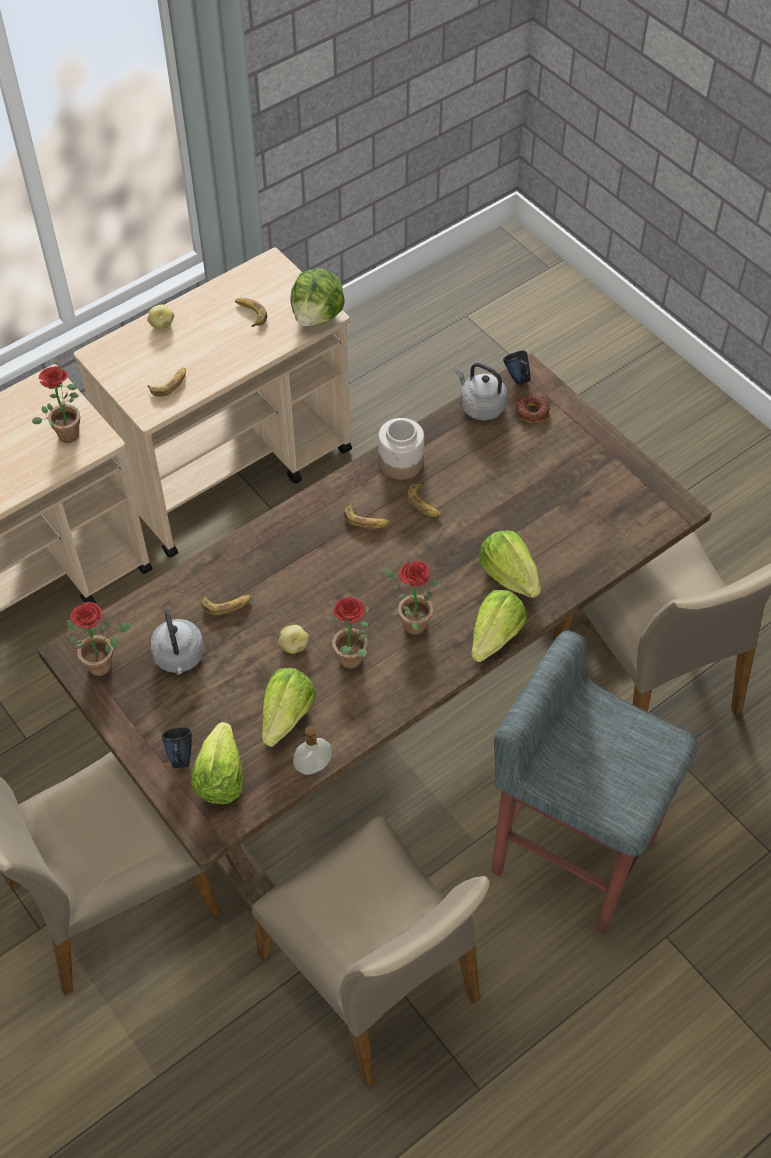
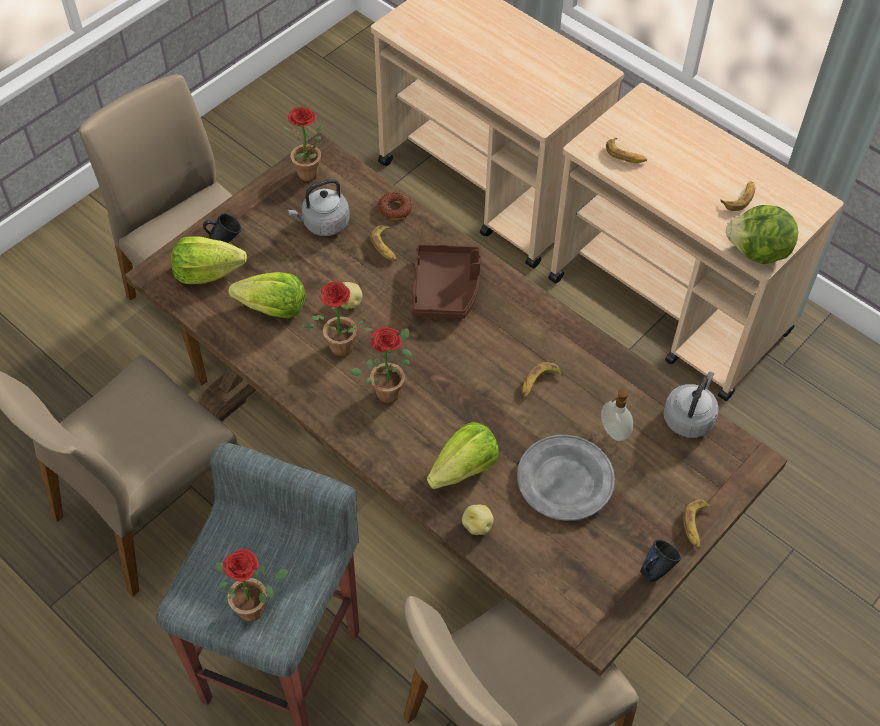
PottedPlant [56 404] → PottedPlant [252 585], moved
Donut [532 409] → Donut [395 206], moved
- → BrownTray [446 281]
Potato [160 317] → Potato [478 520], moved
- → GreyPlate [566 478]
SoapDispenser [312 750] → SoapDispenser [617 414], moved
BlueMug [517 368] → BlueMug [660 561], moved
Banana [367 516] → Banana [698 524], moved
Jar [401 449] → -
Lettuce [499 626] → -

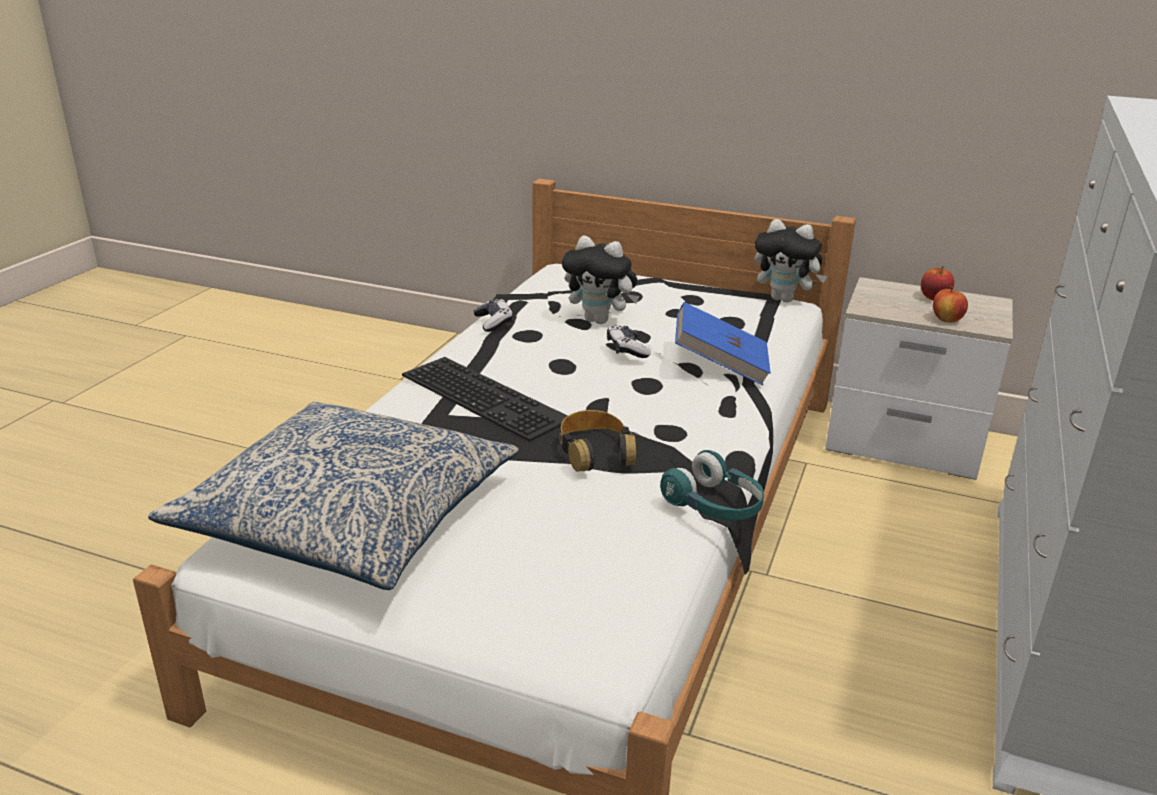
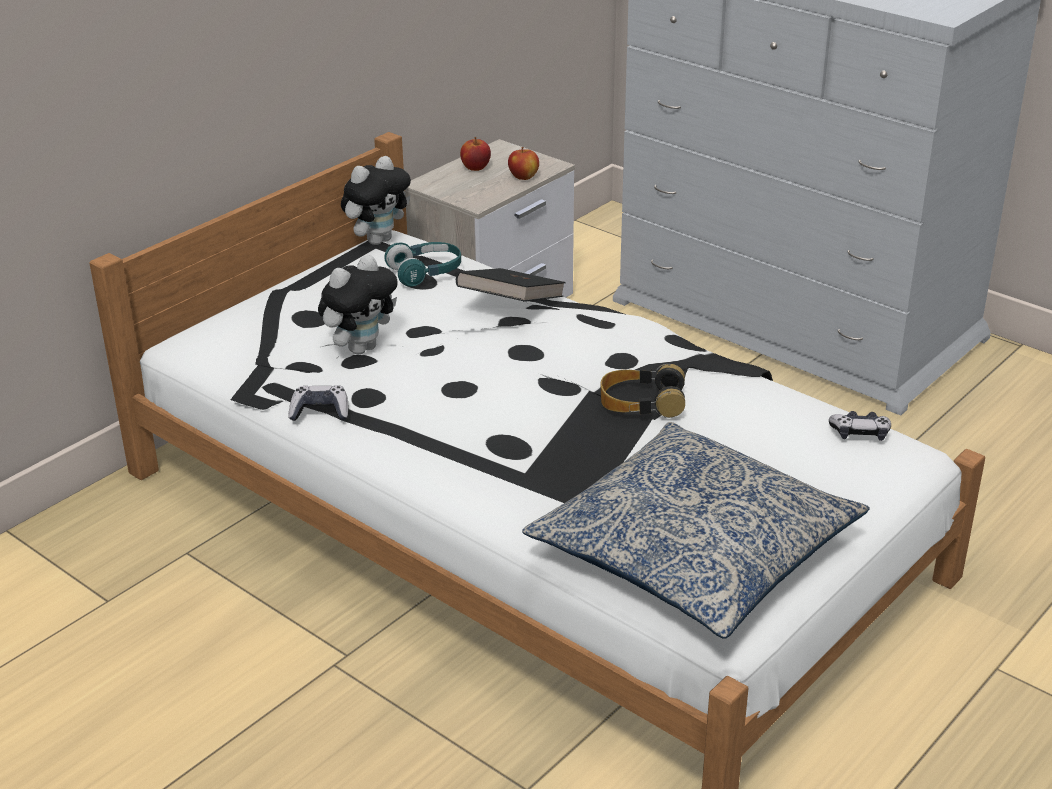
TurquoiseHeadphones [712 485] → TurquoiseHeadphones [423 264], moved
BlueBook [723 343] → BlackBook [511 285]
GameController [629 341] → GameController [860 426], moved
Keyboard [485 399] → -

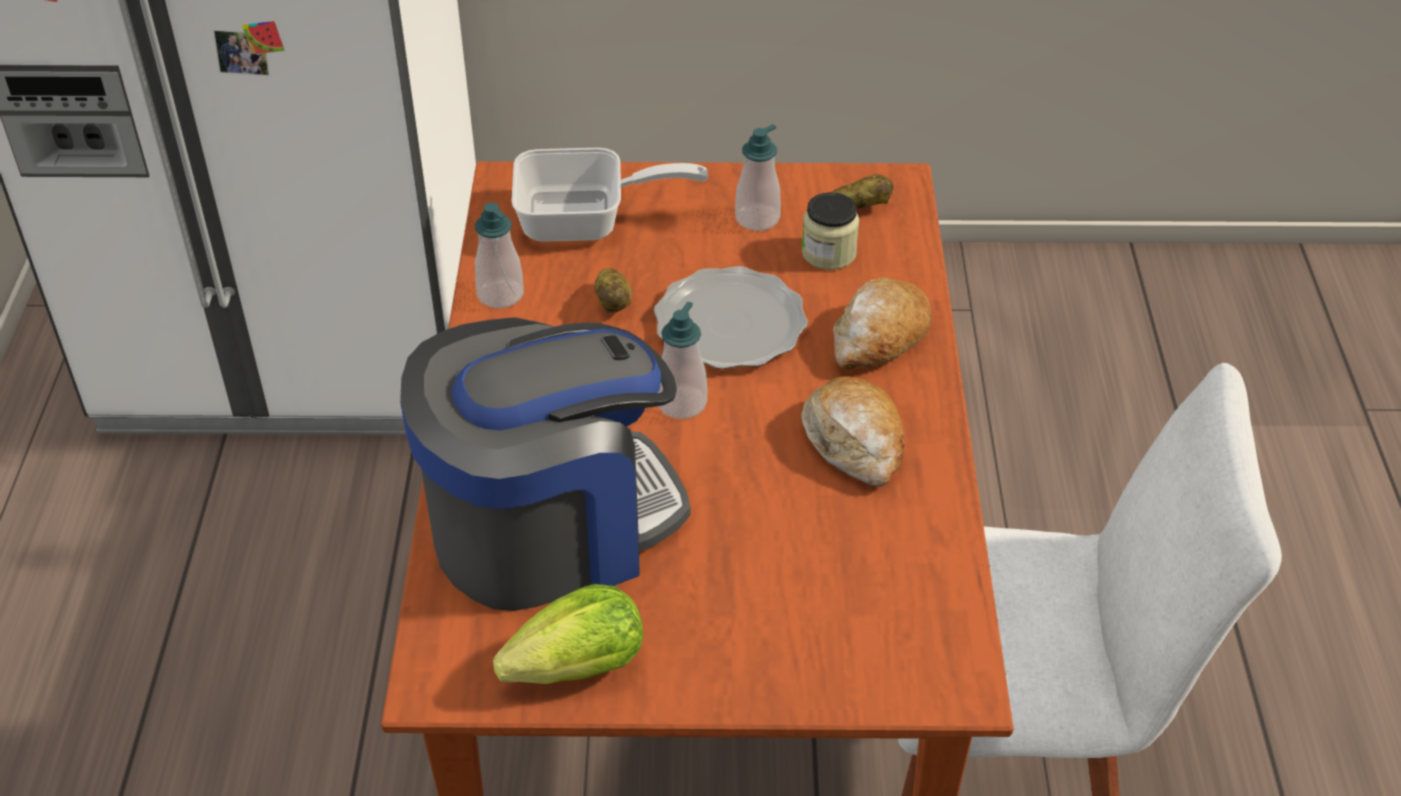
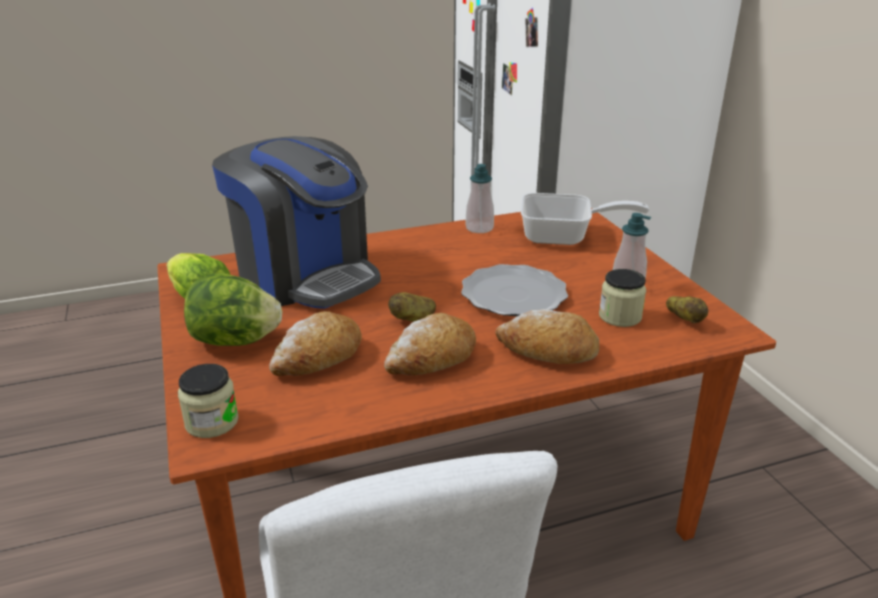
- → Jar [208 401]
- → Lettuce [233 309]
- → Bread [315 343]
Potato [613 290] → Potato [412 307], moved
FryingPan [609 195] → FryingPan [585 219], 60 degrees counterclockwise
SoapDispenser [682 360] → -

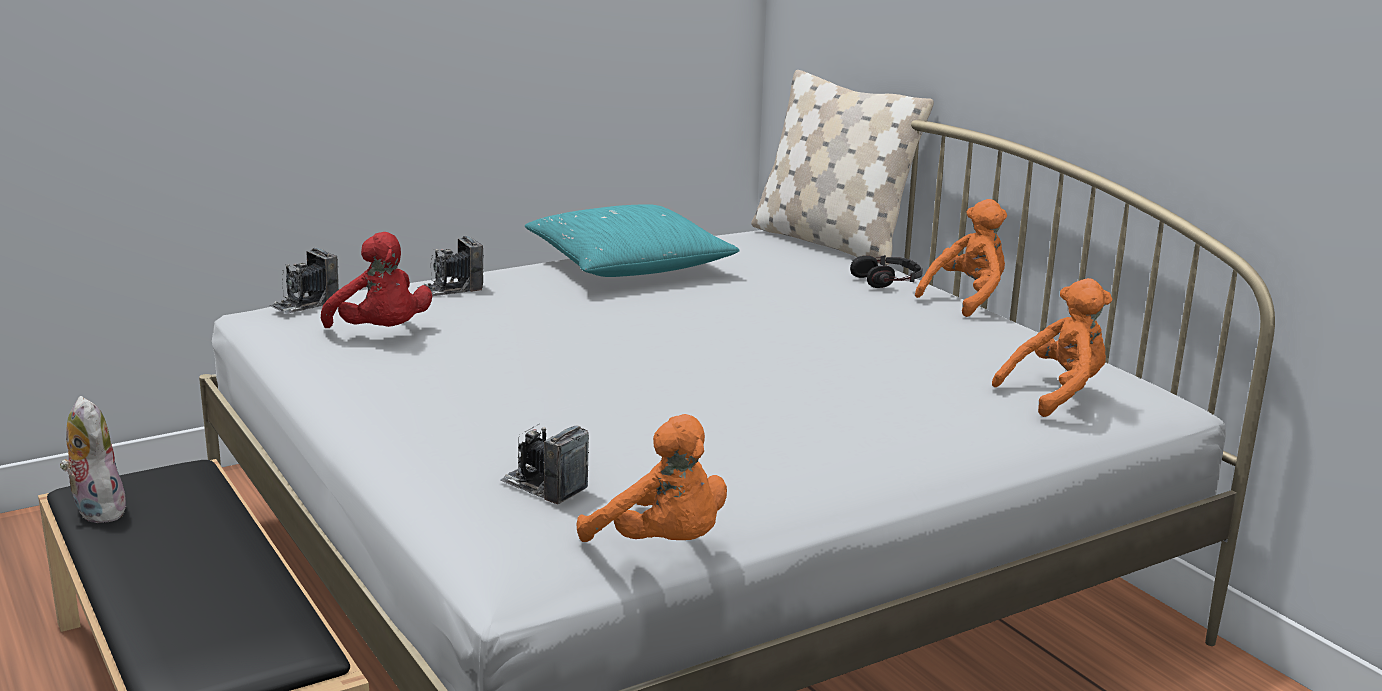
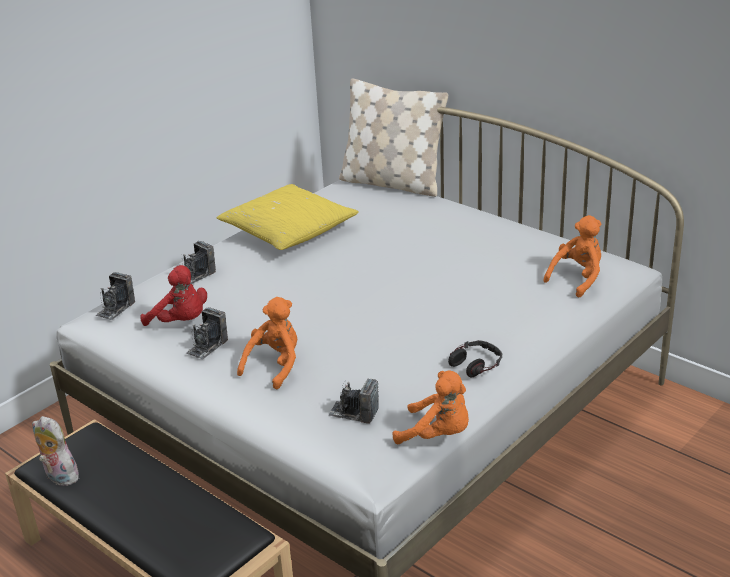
- → PhotoCamera [207 333]
TurquoisePillow [632 240] → YellowPillow [288 217]
OrangePlushToy [961 258] → OrangePlushToy [267 343], moved
Headphones [886 271] → Headphones [475 359], moved

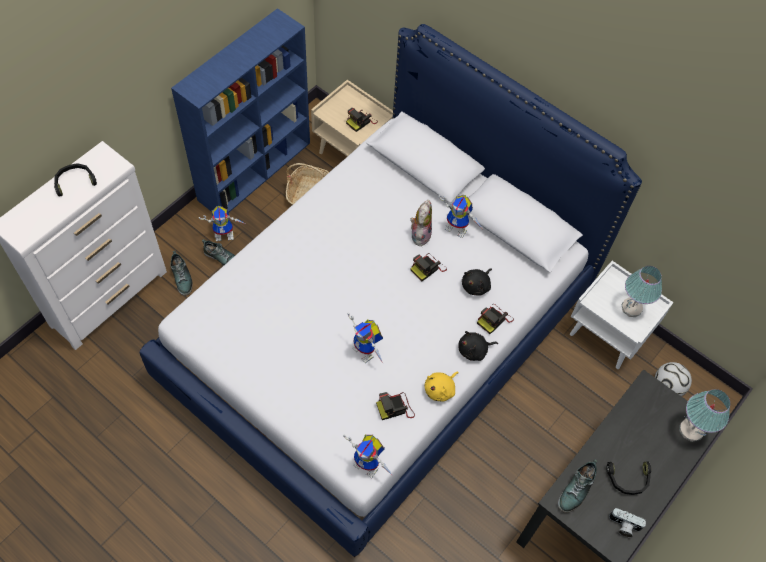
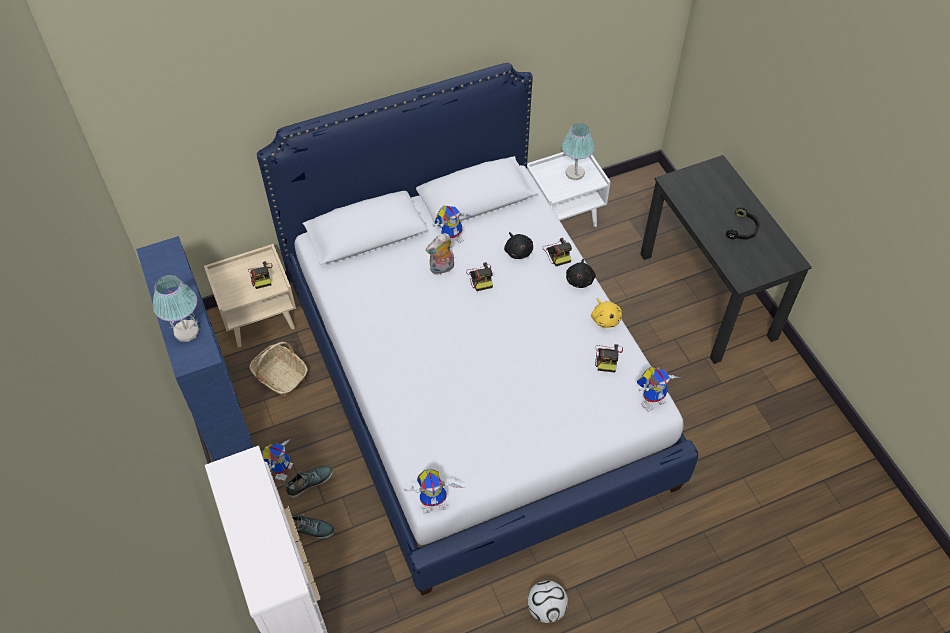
TableLamp [705 415] → TableLamp [176 308], moved
ToyRobot [365 337] → ToyRobot [434 491], moved
PlushToy [421 223] → PlushToy [440 254], 75 degrees counterclockwise
Football [673 379] → Football [547 601], moved
BlackHeadphones [75 180] → -
Shoe [578 486] → -
PhotoCamera [627 522] → -

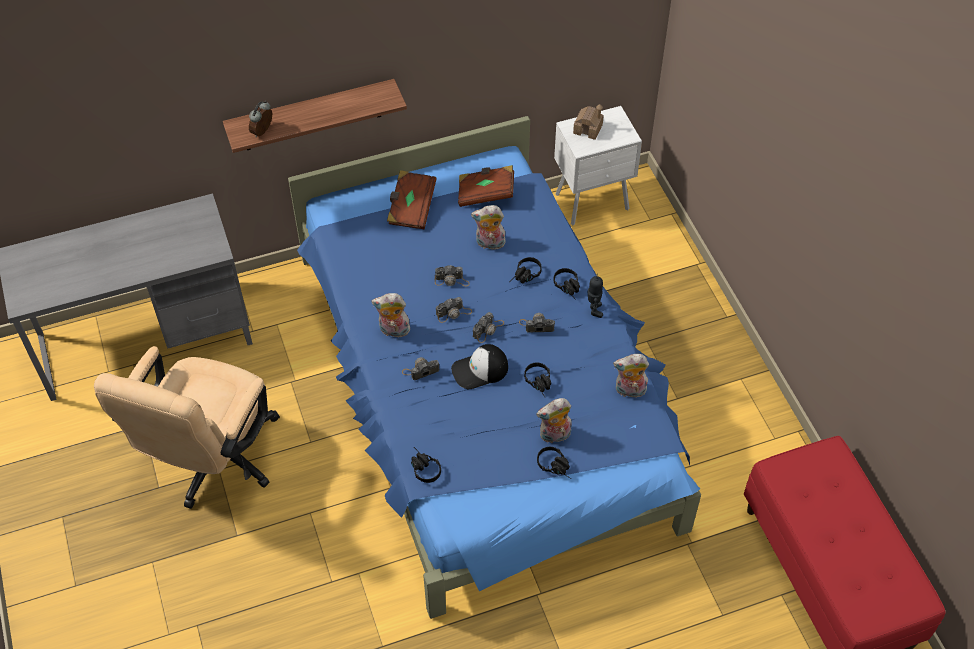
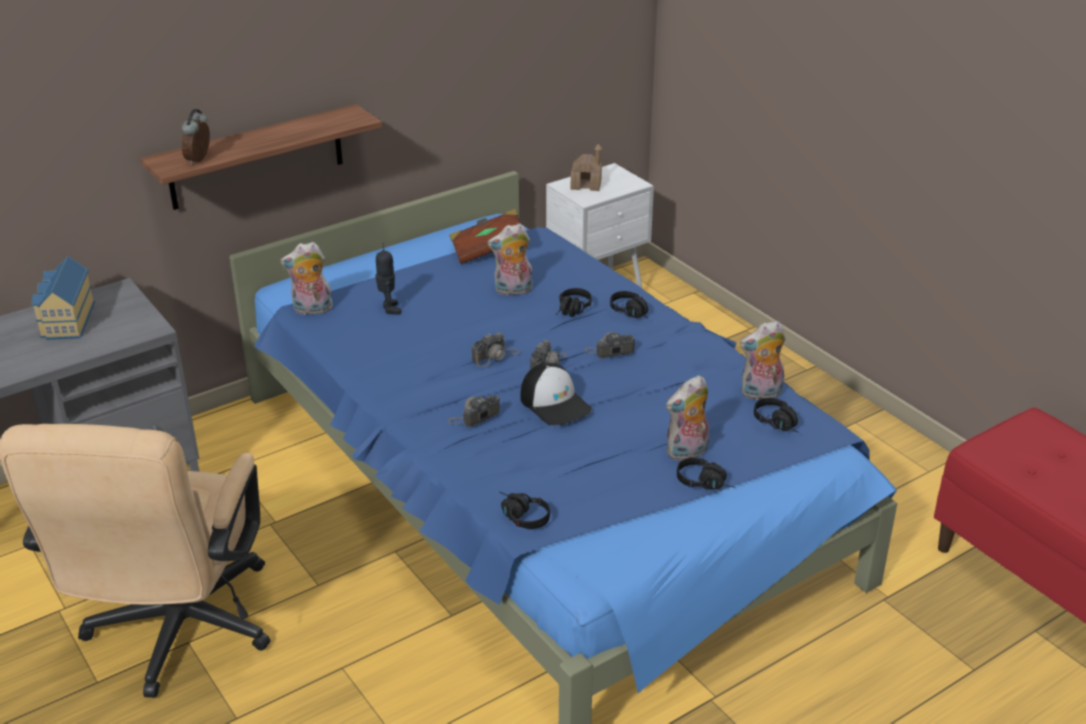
- → ToyHouse [63 298]
PlushToy [391 315] → PlushToy [306 278], moved
ToyRobot [595 296] → ToyRobot [388 279], moved
Cap [479 367] → Cap [556 394], 90 degrees counterclockwise
BlackHeadphones [537 380] → BlackHeadphones [776 415], moved
BrownBook [412 199] → -
PhotoCamera [452 276] → -

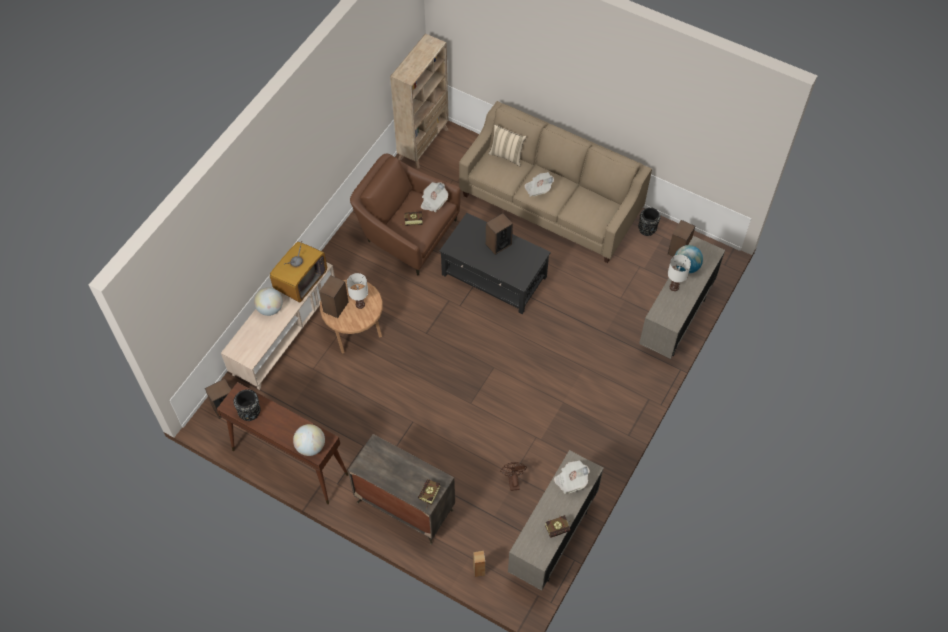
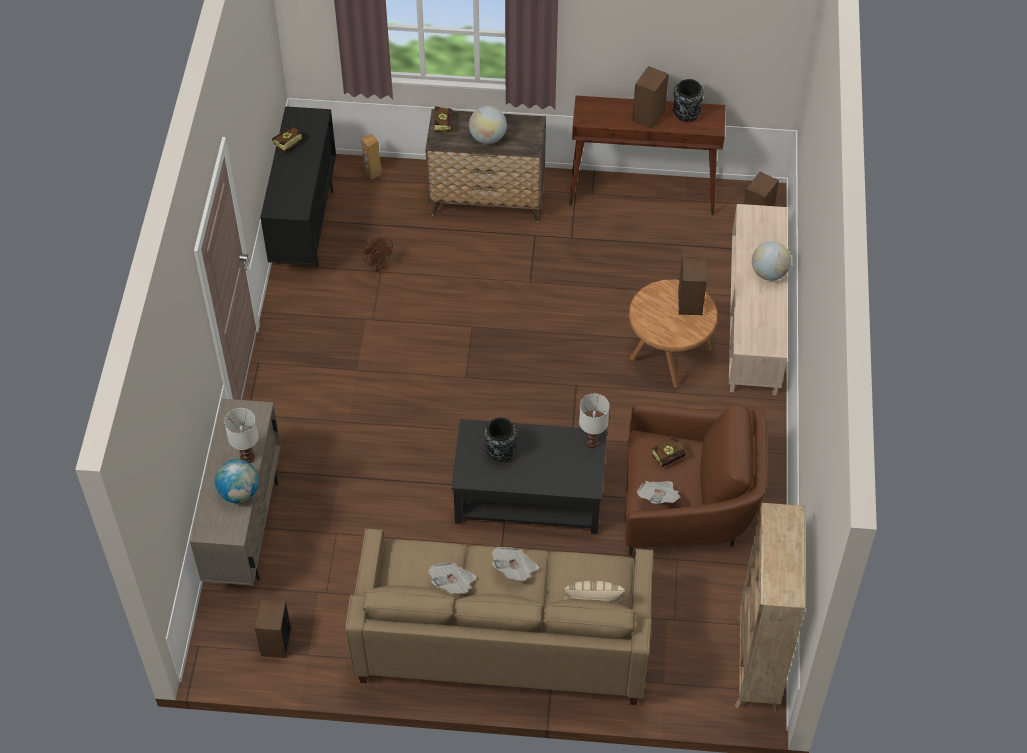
BeigeCabinet [556 520] → BlackCabinet [298 187]
Newspaper [572 477] → Newspaper [452 578], moved
Globe [309 440] → Globe [488 125], moved
BlackVase [649 221] → BlackVase [500 439], moved
WhiteTableLamp [357 291] → WhiteTableLamp [594 421], moved
Speaker [499 234] → Speaker [650 97], moved
Television [298 272] → -

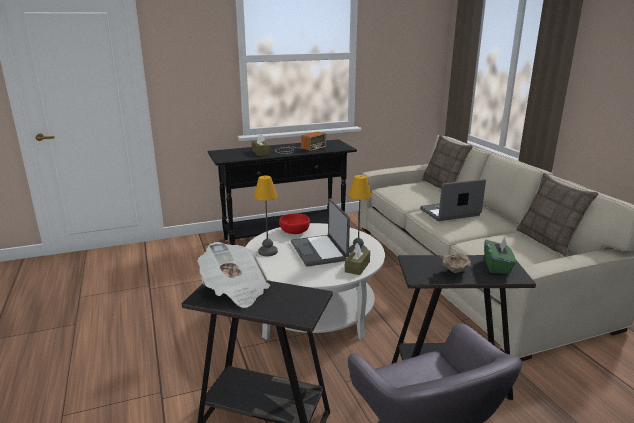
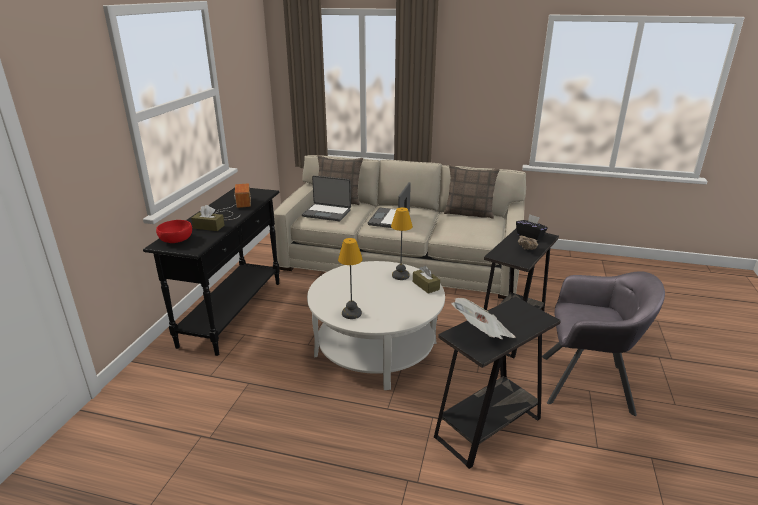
RedBowl [294 223] → RedBowl [174 231], moved
Laptop [320 232] → Laptop [326 198], moved
GreenTissueBox [500 255] → BlackTissueBox [532 227]

